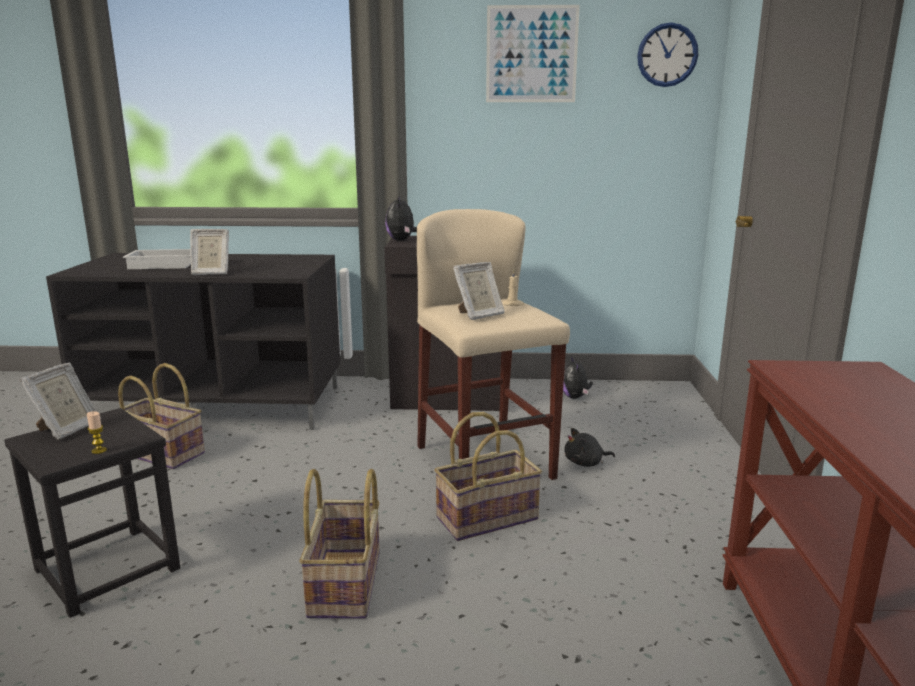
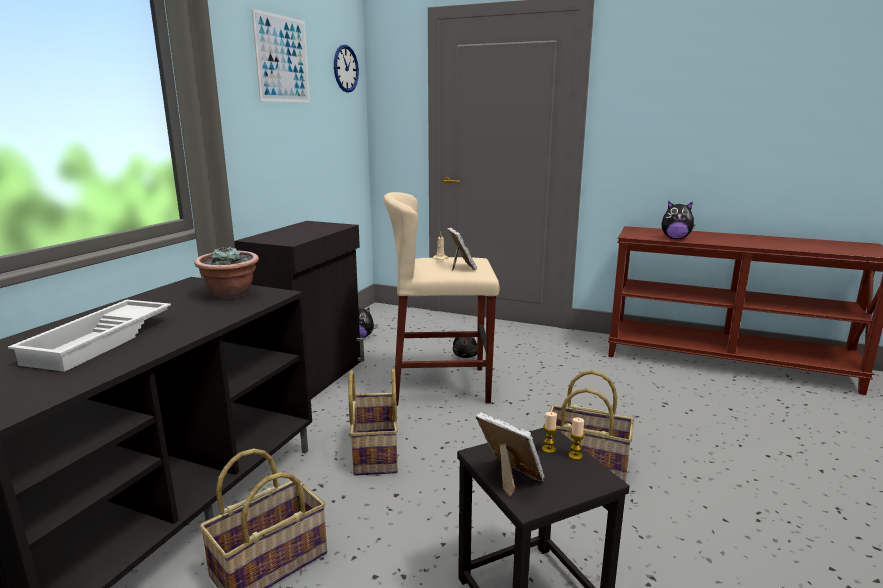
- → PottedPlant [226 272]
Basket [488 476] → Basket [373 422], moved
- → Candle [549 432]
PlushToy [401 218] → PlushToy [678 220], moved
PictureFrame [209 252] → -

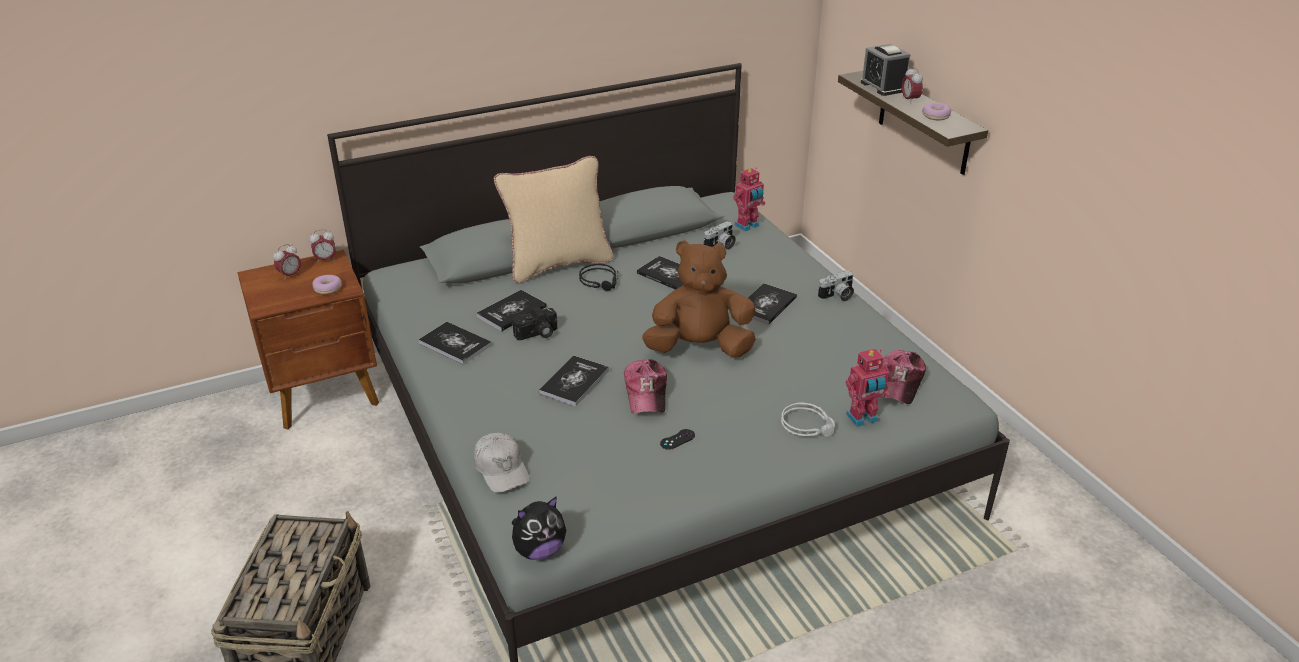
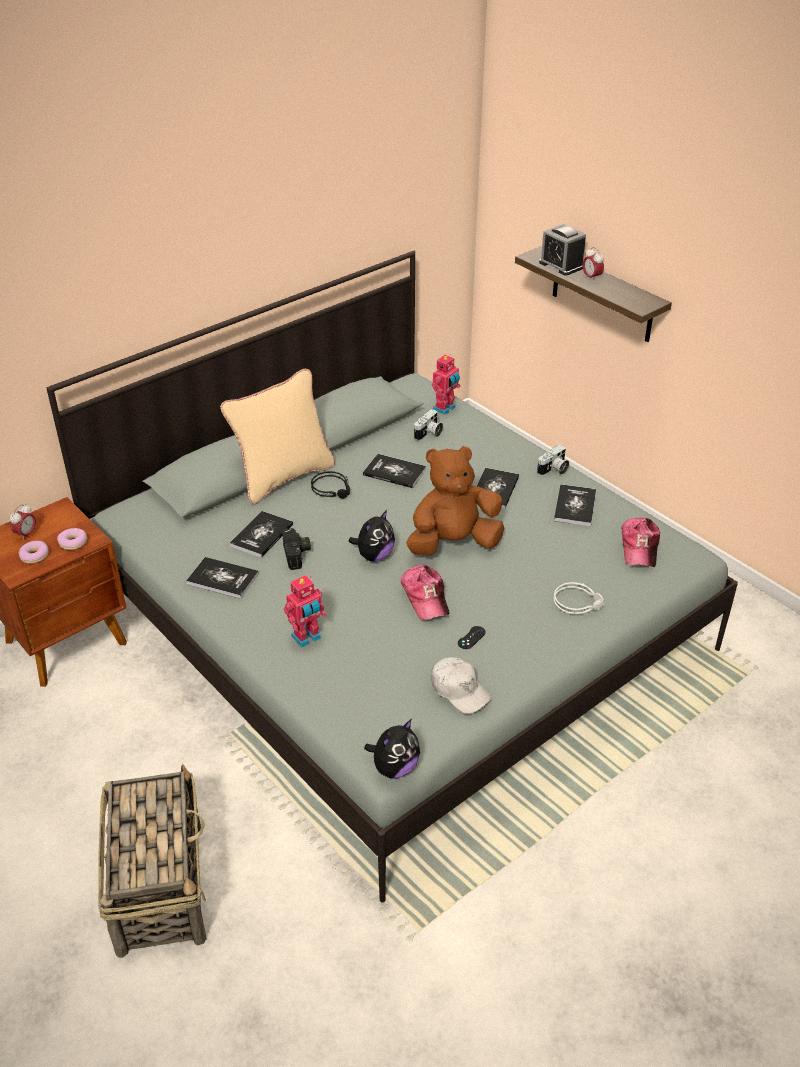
Donut [936 111] → Donut [34 552], moved
PhotoCamera [534 323] → PhotoCamera [296 549], 60 degrees counterclockwise
ToyRobot [867 387] → ToyRobot [305 611], moved
- → PlushToy [372 535]
WhiteCap [502 463] → WhiteCap [461 685], moved
Book [574 381] → Book [575 505], moved
AlarmClock [322 246] → -

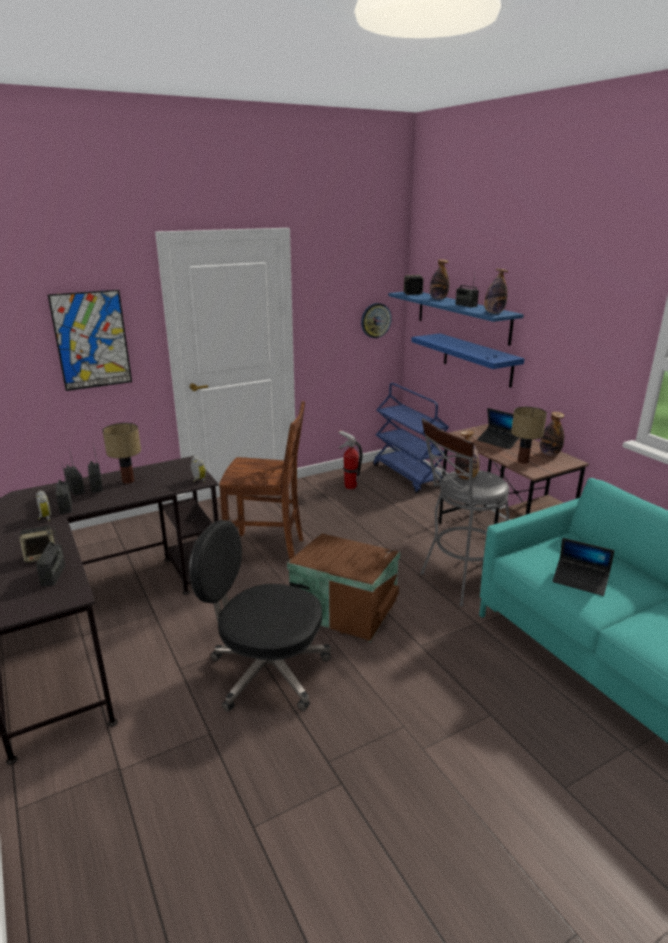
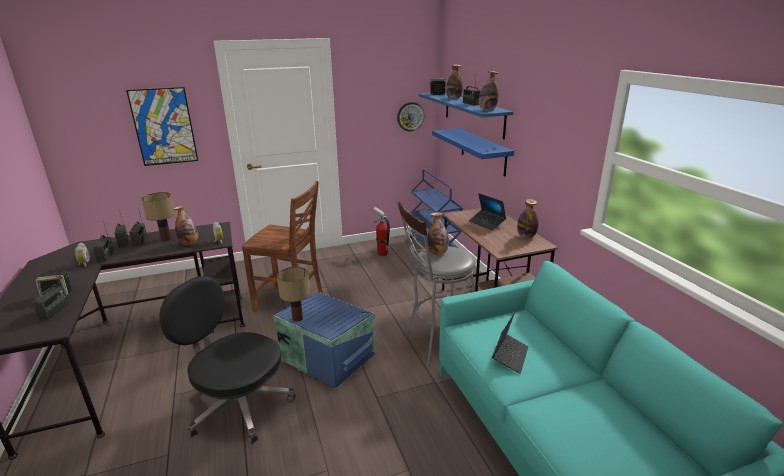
- → Bottle [185 225]
BrownStorageBox [343 587] → BlueStorageBox [324 341]
TableLamp [529 435] → TableLamp [293 294], moved
Laptop [583 567] → Laptop [510 343], 105 degrees counterclockwise

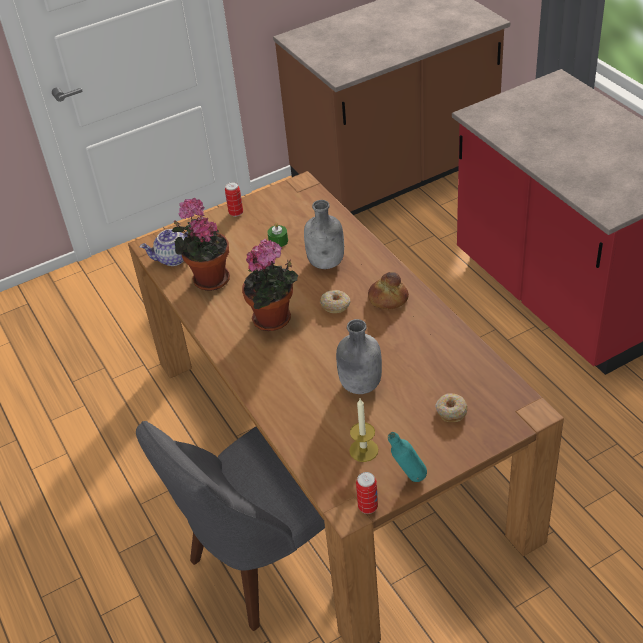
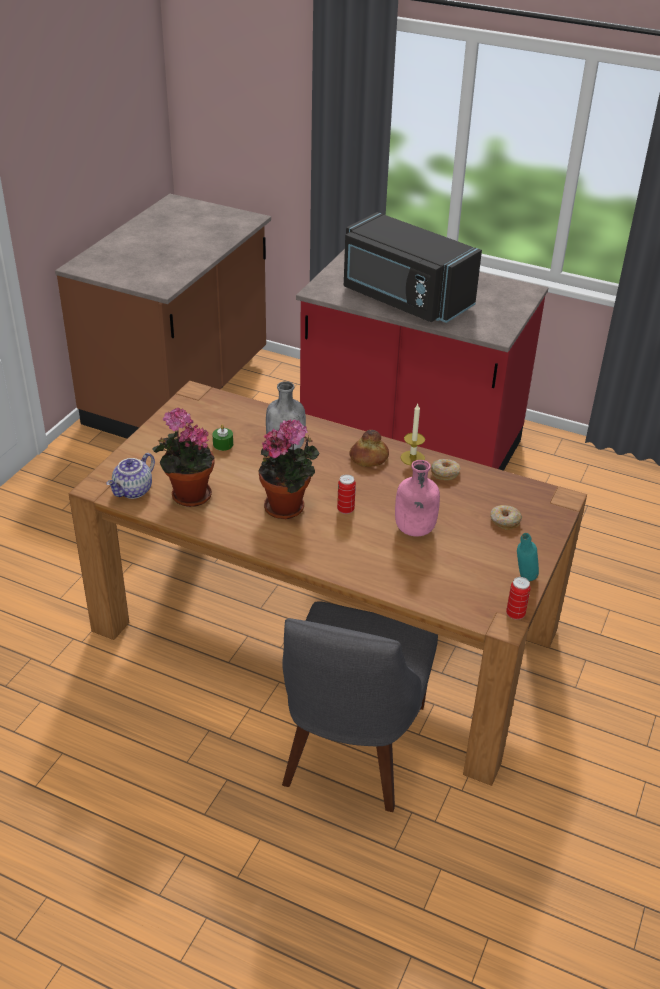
Can [234 199] → Can [346 494], moved
- → BlackMicrowave [413 267]
GreyBottle [359 356] → PinkBottle [417 498]
Candle [363 430] → Candle [413 434], moved
Donut [335 301] → Donut [446 469], moved

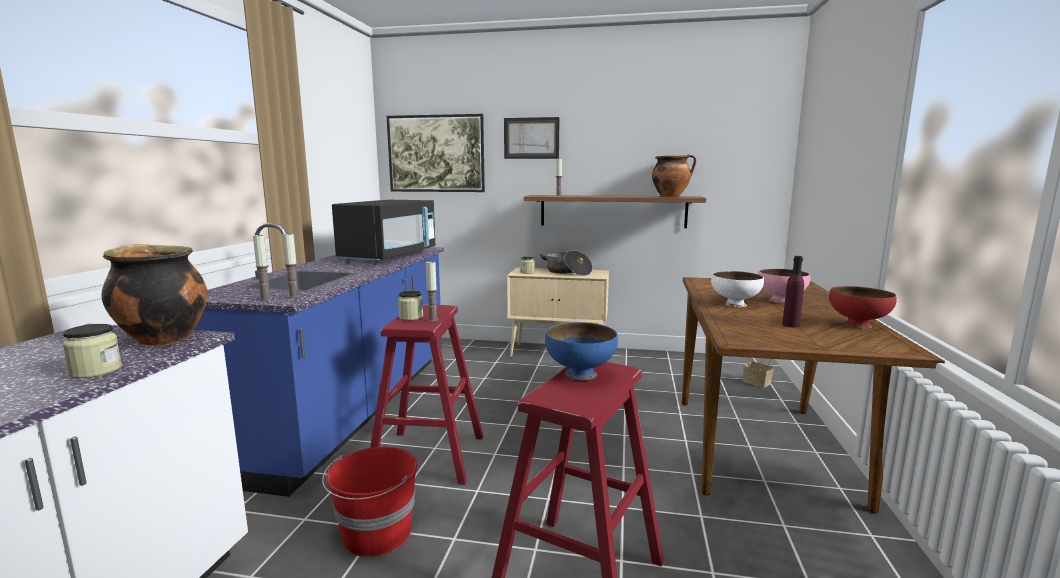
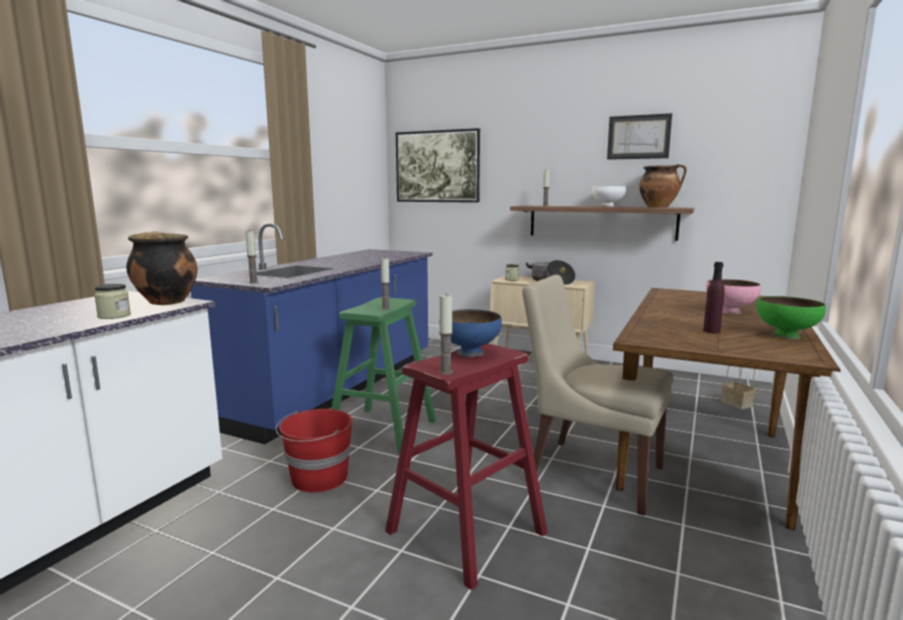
RedStool [426 395] → GreenStool [383 375]
Candle [291 265] → Candle [446 334], moved
- → BeigeChair [598 395]
WhiteBowl [737 289] → WhiteBowl [609 196], moved
Picture [532 138] → Picture [639 136], moved
RedBowl [863 307] → GreenBowl [791 317]
BlackMicrowave [383 232] → -
Jar [410 305] → -

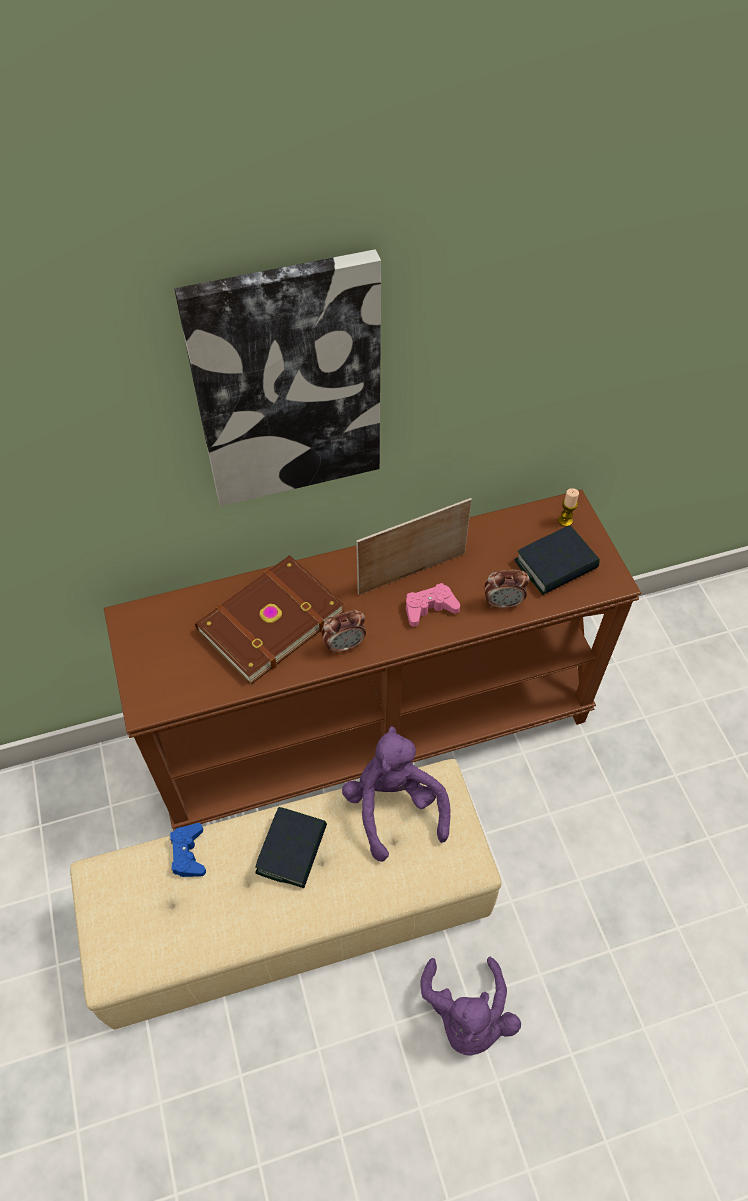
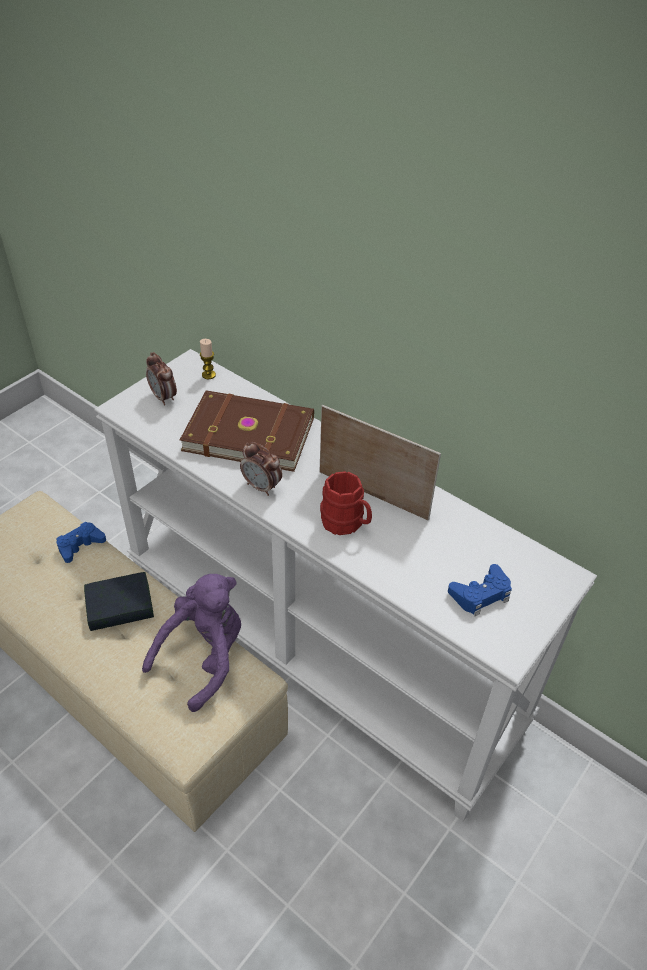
BrownConsoleTable [372 660] → WhiteConsoleTable [345 585]
AlarmClock [507 588] → AlarmClock [161 378], moved
Candle [568 507] → Candle [208 359], moved
PinkGameController [433 605] → RedMug [346 503]
Book [557 560] → BlueGameController [480 590]
Picture [277 377] → -
PurplePlushToy [471 1006] → -

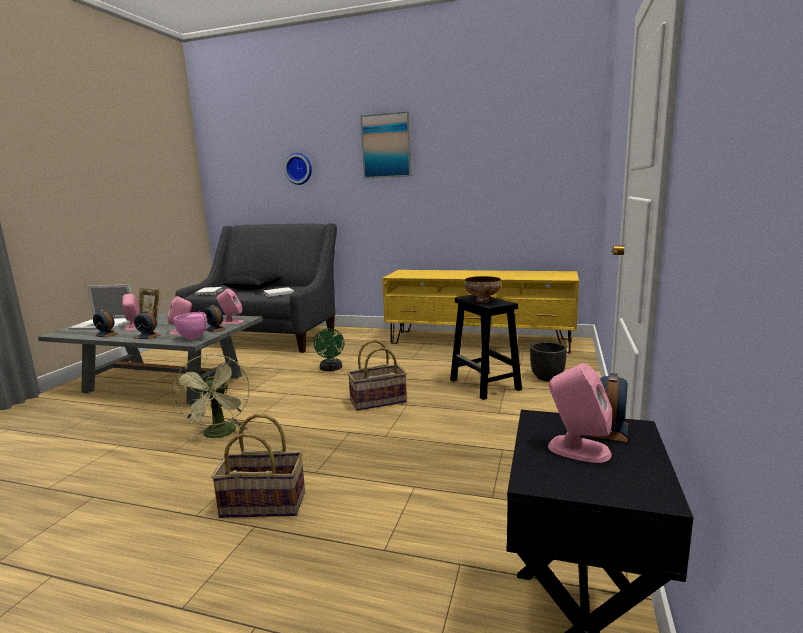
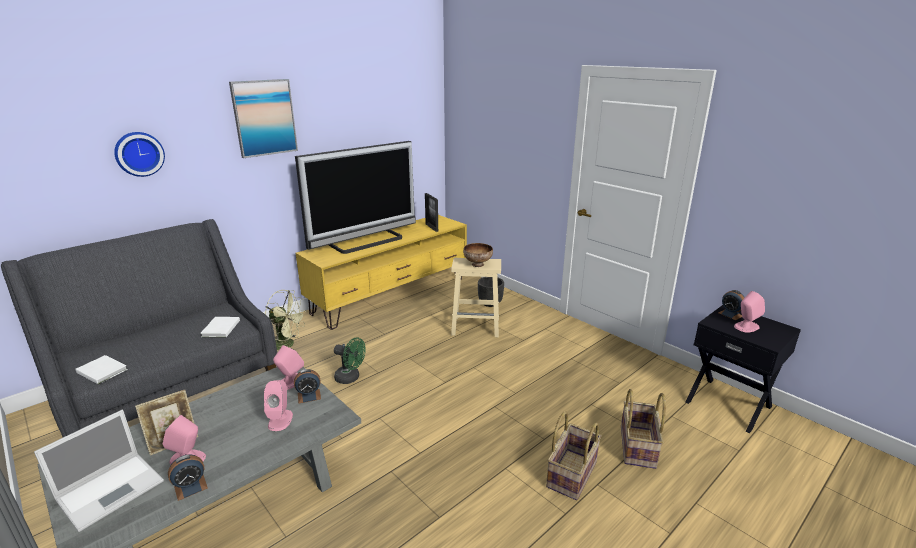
GreenFan [211 397] → GreenFan [286 320], moved
- → Television [355 197]
- → PictureFrame [431 212]
BlackStool [486 347] → BeigeStool [476 297]
Basket [377 375] → Basket [643 429], moved
AlarmClock [147 325] → -
PinkBowl [190 326] → -
BlackPillow [251 280] → -

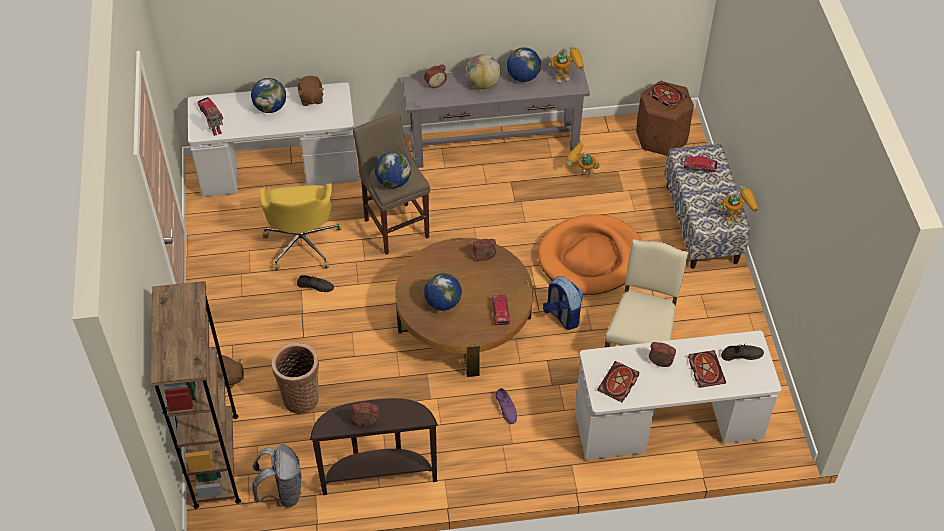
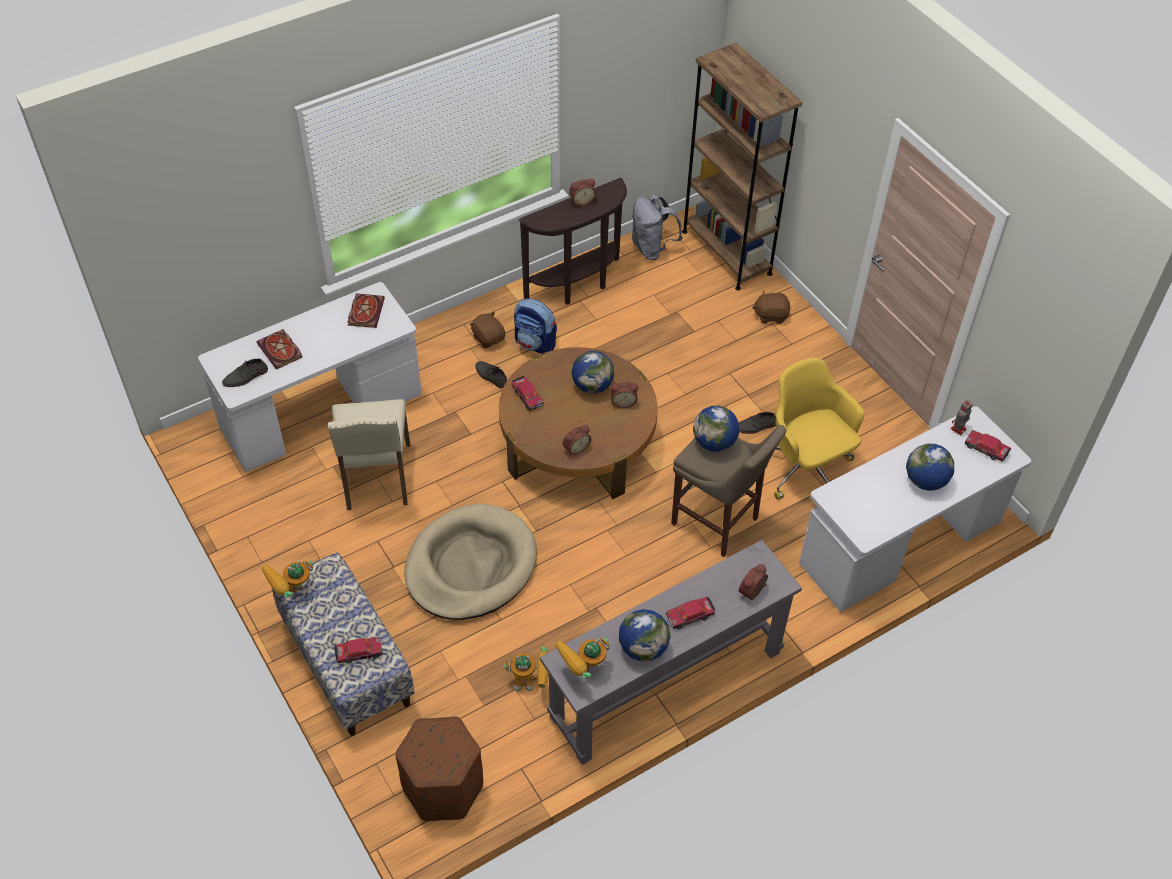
OrangeDogBed [590 254] → BeigeDogBed [470 562]
BrownPlushToy [311 91] → BrownPlushToy [487 330], moved
PurpleShoe [506 406] → GreyShoe [491 374]
Backpack [563 303] → Backpack [535 326], moved
AlarmClock [662 354] → AlarmClock [624 395], moved
Globe [483 71] → ToyCar [690 613]
Basket [295 378] → -
Book [667 95] → -

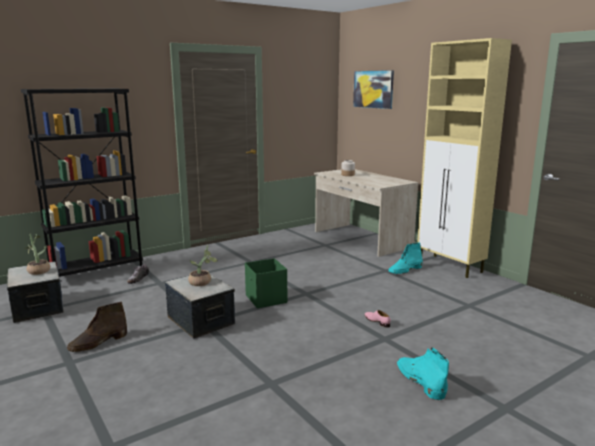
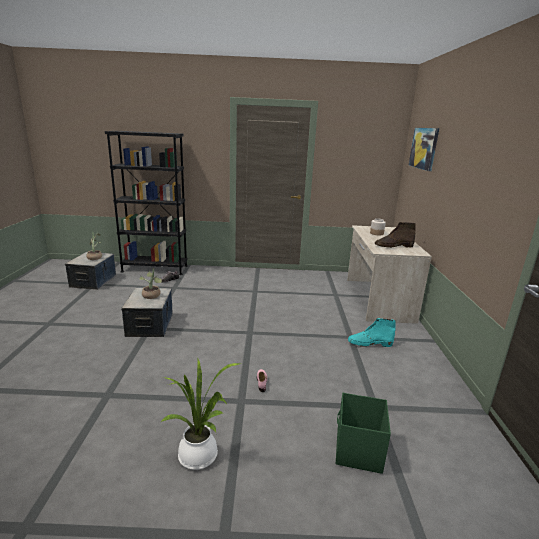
TurquoiseBoot [423 374] → PottedPlant [201 414]
GreenStorageBox [266 283] → GreenStorageBox [363 433], moved
BrownBoot [97 327] → BrownBoot [395 235], moved
BeigeCabinet [464 158] → -

